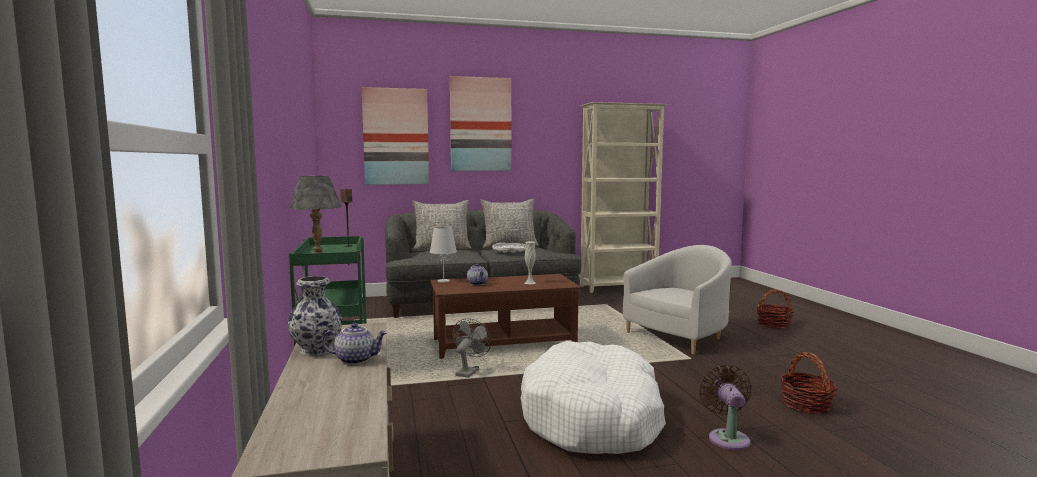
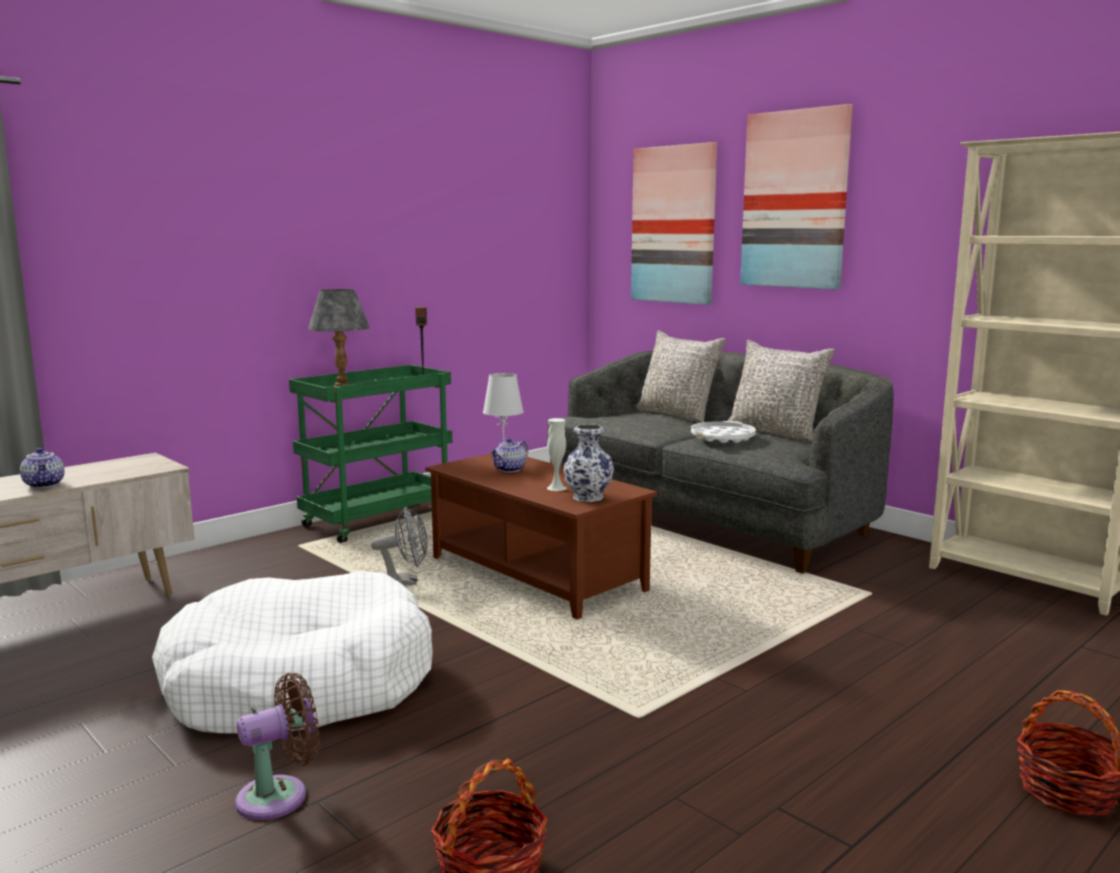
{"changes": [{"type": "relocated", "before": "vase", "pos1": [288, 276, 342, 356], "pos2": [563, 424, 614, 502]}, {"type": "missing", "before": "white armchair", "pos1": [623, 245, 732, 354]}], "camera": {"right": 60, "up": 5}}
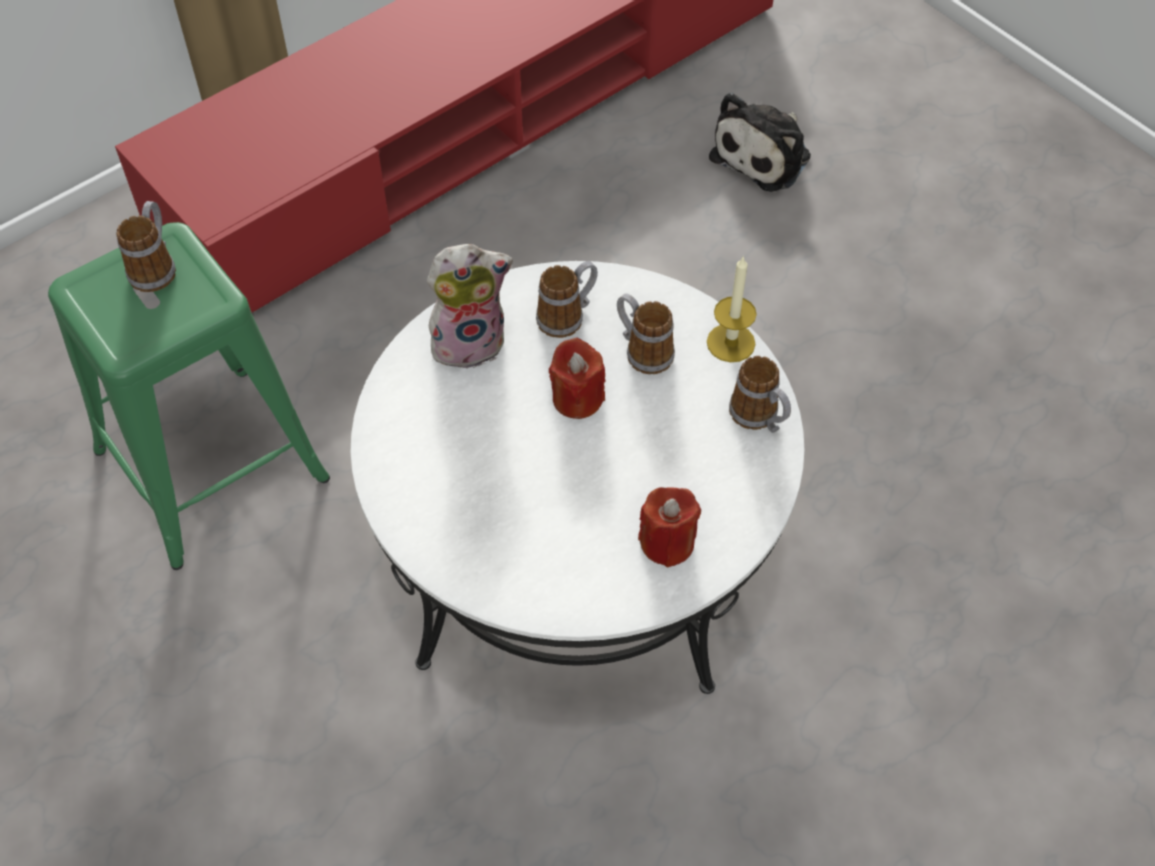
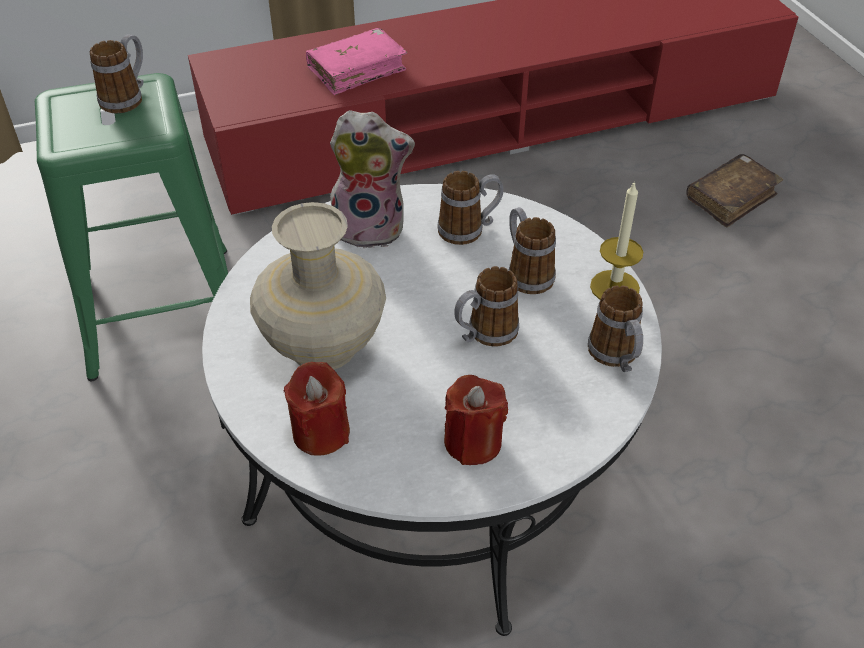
{"changes": [{"type": "appeared", "after": "beige vase", "pos2": [250, 202, 386, 370]}, {"type": "relocated", "before": "red candle", "pos1": [549, 338, 606, 419], "pos2": [283, 362, 350, 456]}, {"type": "appeared", "after": "pink book", "pos2": [306, 28, 407, 95]}, {"type": "appeared", "after": "mug", "pos2": [454, 266, 519, 346]}, {"type": "exchanged", "before": "plush toy", "after": "brown book", "pos1": [709, 93, 811, 192], "pos2": [686, 154, 783, 228]}], "camera": {"right": 20, "up": -10}}
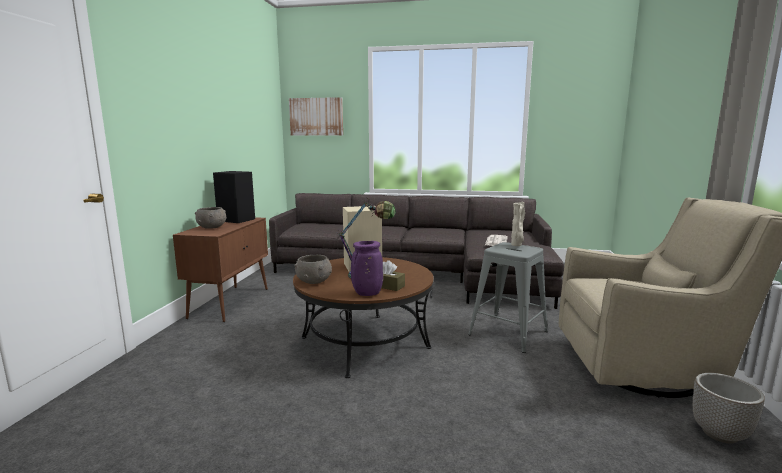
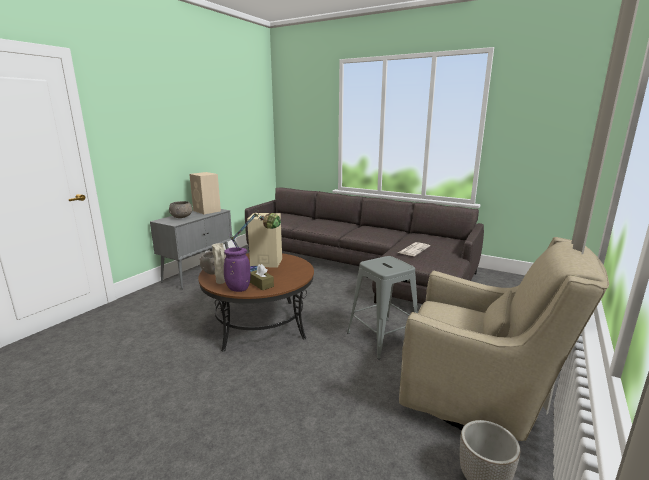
{"changes": [{"type": "colour", "before": "brown cabinet", "after": "grey cabinet", "pos1": [173, 217, 268, 322], "pos2": [150, 209, 232, 289]}, {"type": "colour", "before": "black speaker", "after": "beige speaker", "pos1": [213, 171, 255, 223], "pos2": [189, 172, 221, 214]}, {"type": "relocated", "before": "beige vase", "pos1": [511, 202, 525, 246], "pos2": [212, 243, 225, 284]}, {"type": "missing", "before": "picture", "pos1": [289, 97, 343, 136]}], "camera": {"right": 20, "up": 5}}
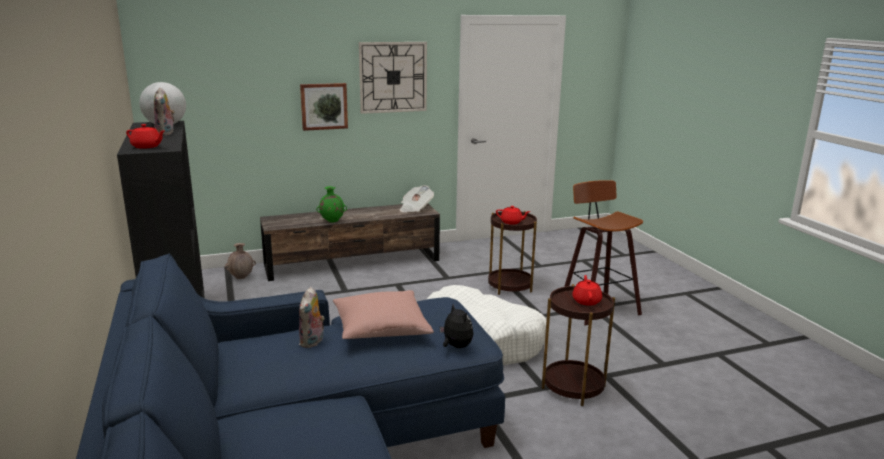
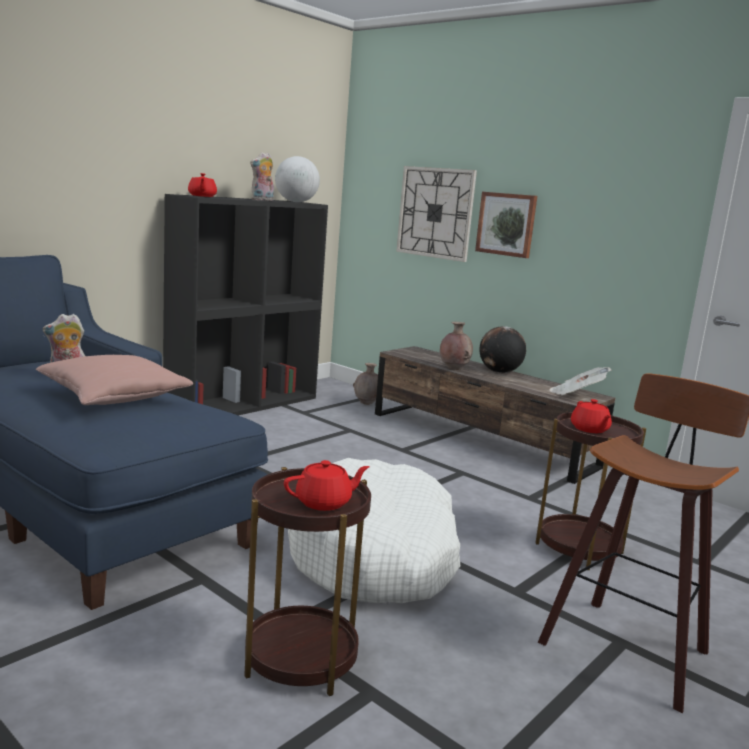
{"changes": [{"type": "relocated", "before": "wall clock", "pos1": [359, 42, 427, 114], "pos2": [396, 166, 477, 262]}, {"type": "colour", "before": "green vase", "after": "brown vase", "pos1": [316, 186, 347, 223], "pos2": [440, 322, 473, 370]}, {"type": "appeared", "after": "globe", "pos2": [479, 326, 526, 373]}, {"type": "missing", "before": "plush toy", "pos1": [440, 304, 473, 348]}], "camera": {"right": 60, "up": -5}}
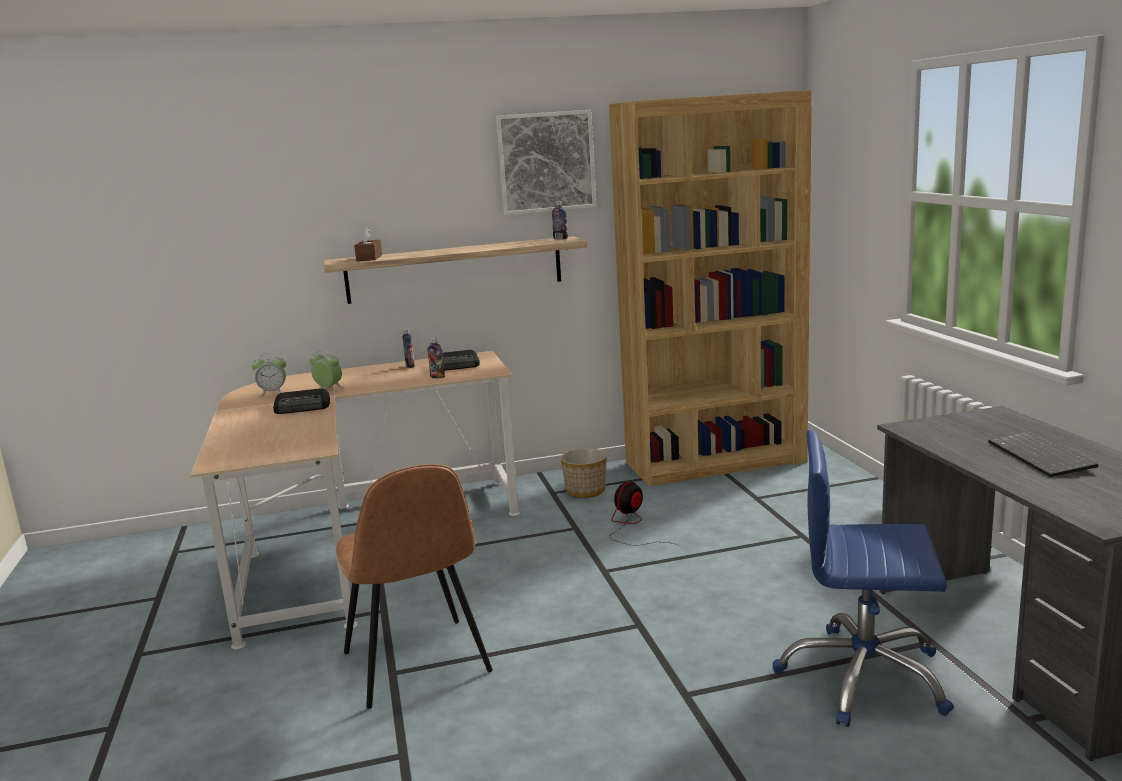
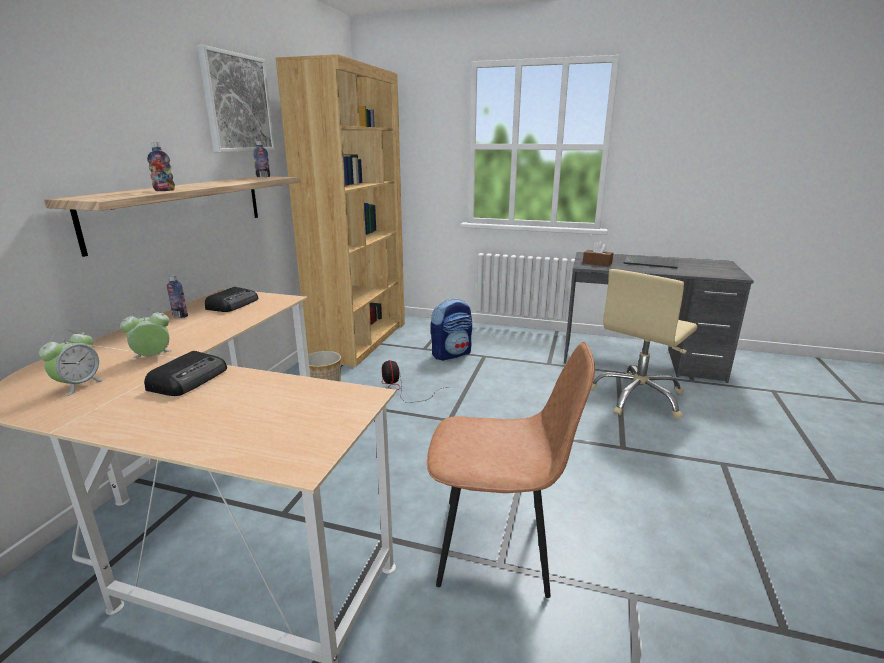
{"changes": [{"type": "relocated", "before": "bottle", "pos1": [427, 337, 445, 378], "pos2": [147, 142, 175, 191]}, {"type": "appeared", "after": "backpack", "pos2": [431, 298, 472, 360]}, {"type": "relocated", "before": "brown tissue box", "pos1": [354, 227, 382, 261], "pos2": [583, 241, 613, 266]}, {"type": "colour", "before": "blue office chair", "after": "beige office chair", "pos1": [773, 430, 954, 727], "pos2": [591, 269, 697, 419]}], "camera": {"right": -60, "up": 5}}
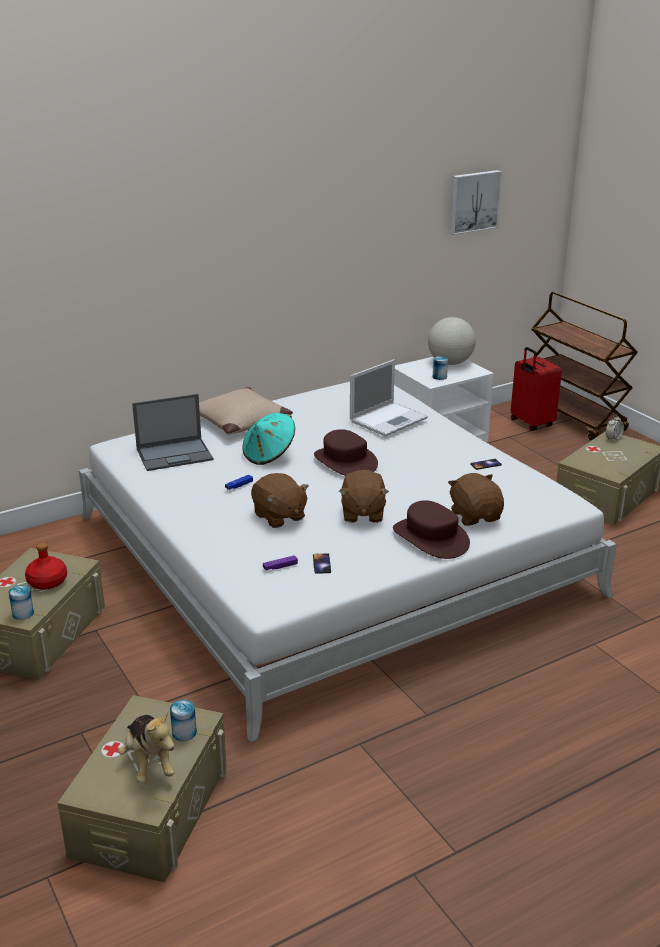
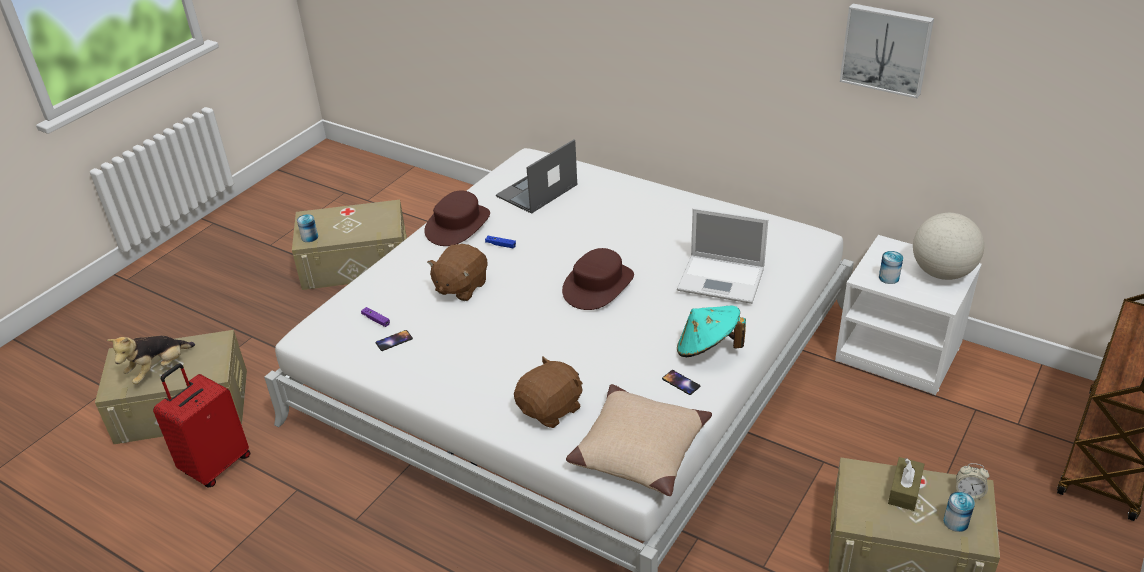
{"changes": [{"type": "relocated", "before": "red suitcase", "pos1": [511, 347, 562, 431], "pos2": [153, 364, 250, 487]}, {"type": "relocated", "before": "brown hat", "pos1": [393, 500, 470, 559], "pos2": [424, 190, 490, 246]}, {"type": "spun", "before": "laptop", "pos1": [132, 394, 213, 471], "pos2": [496, 139, 577, 214], "turn": 90}, {"type": "relocated", "before": "beige pillow", "pos1": [199, 387, 293, 434], "pos2": [566, 384, 712, 496]}, {"type": "relocated", "before": "turquoise hat", "pos1": [242, 413, 295, 465], "pos2": [677, 306, 746, 357]}, {"type": "relocated", "before": "picture", "pos1": [449, 170, 502, 235], "pos2": [840, 4, 934, 98]}, {"type": "appeared", "after": "brown tissue box", "pos2": [888, 457, 925, 511]}, {"type": "relocated", "before": "can", "pos1": [170, 700, 197, 741], "pos2": [943, 492, 975, 532]}, {"type": "missing", "before": "red bottle", "pos1": [25, 542, 67, 589]}, {"type": "missing", "before": "brown plush toy", "pos1": [339, 470, 389, 523]}], "camera": {"right": 65, "up": 10}}
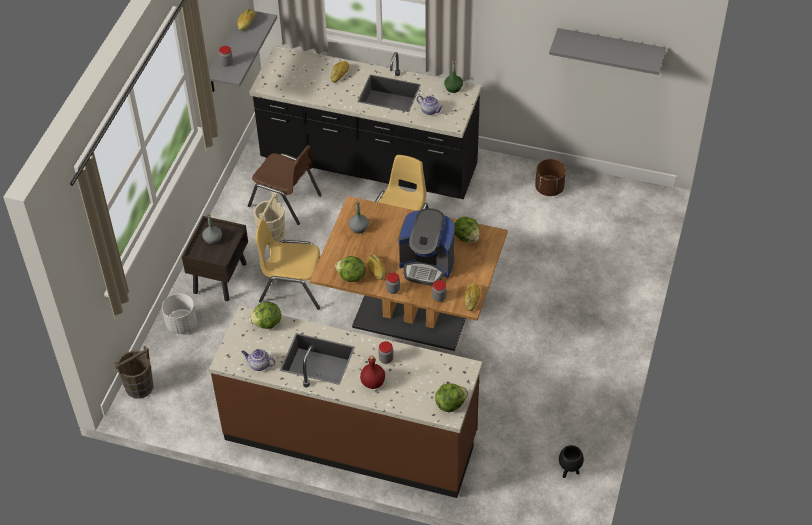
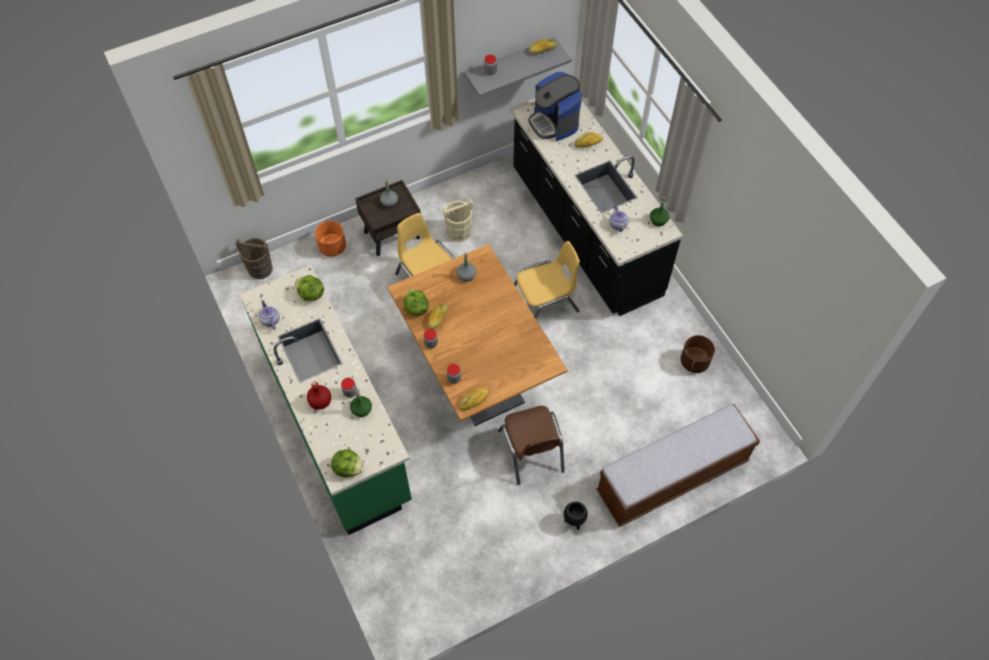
{"changes": [{"type": "colour", "before": "brown counter", "after": "green counter", "pos1": [209, 306, 482, 498], "pos2": [240, 265, 412, 535]}, {"type": "colour", "before": "white planter", "after": "orange planter", "pos1": [162, 293, 197, 334], "pos2": [315, 221, 346, 257]}, {"type": "appeared", "after": "green bottle", "pos2": [350, 390, 372, 417]}, {"type": "relocated", "before": "brown chair", "pos1": [248, 145, 322, 225], "pos2": [498, 406, 565, 485]}, {"type": "relocated", "before": "coffee machine", "pos1": [398, 208, 455, 285], "pos2": [528, 72, 582, 141]}, {"type": "relocated", "before": "black planter", "pos1": [559, 445, 584, 478], "pos2": [564, 501, 587, 530]}, {"type": "appeared", "after": "bench", "pos2": [596, 404, 760, 527]}, {"type": "missing", "before": "lettuce", "pos1": [454, 216, 480, 242]}, {"type": "missing", "before": "grey shelf", "pos1": [549, 28, 666, 75]}], "camera": {"right": 45, "up": 10}}
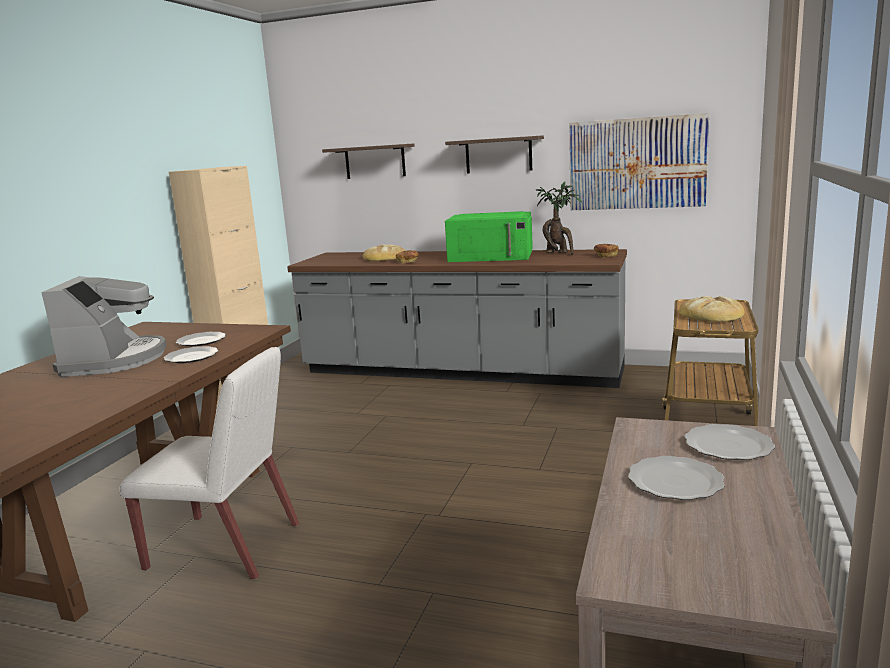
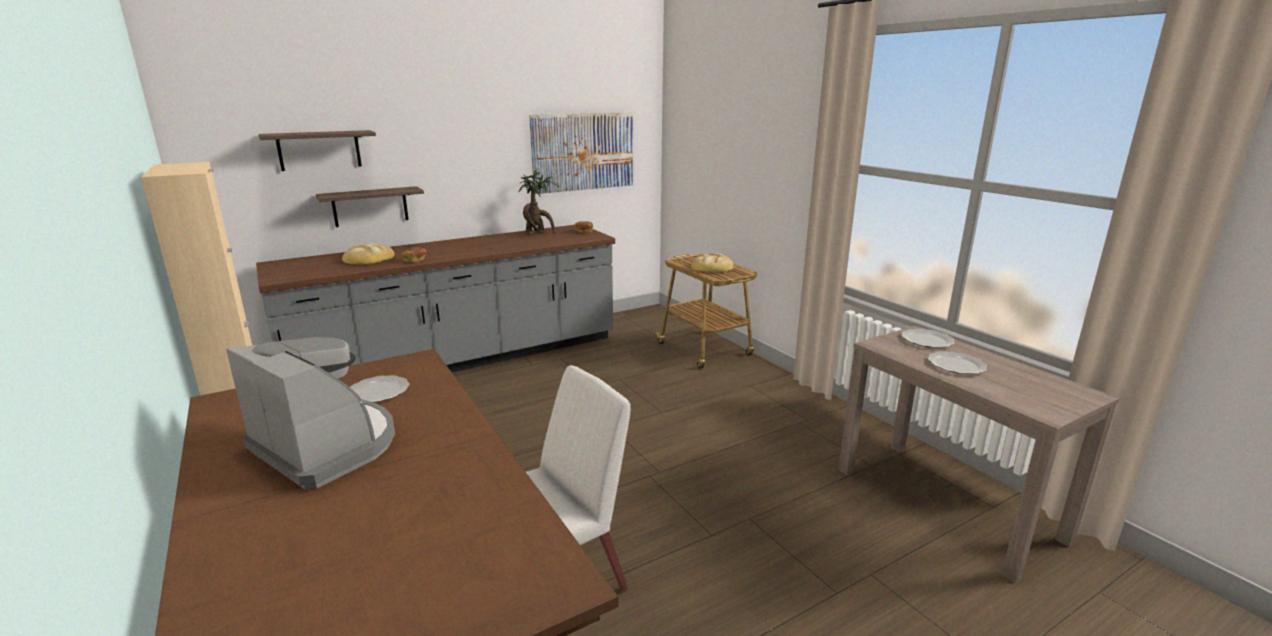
{"changes": [{"type": "relocated", "before": "shelf", "pos1": [445, 135, 544, 174], "pos2": [316, 186, 424, 227]}, {"type": "missing", "before": "plate", "pos1": [164, 346, 218, 363]}, {"type": "missing", "before": "green microwave", "pos1": [445, 211, 533, 262]}], "camera": {"right": -50, "up": 5}}
